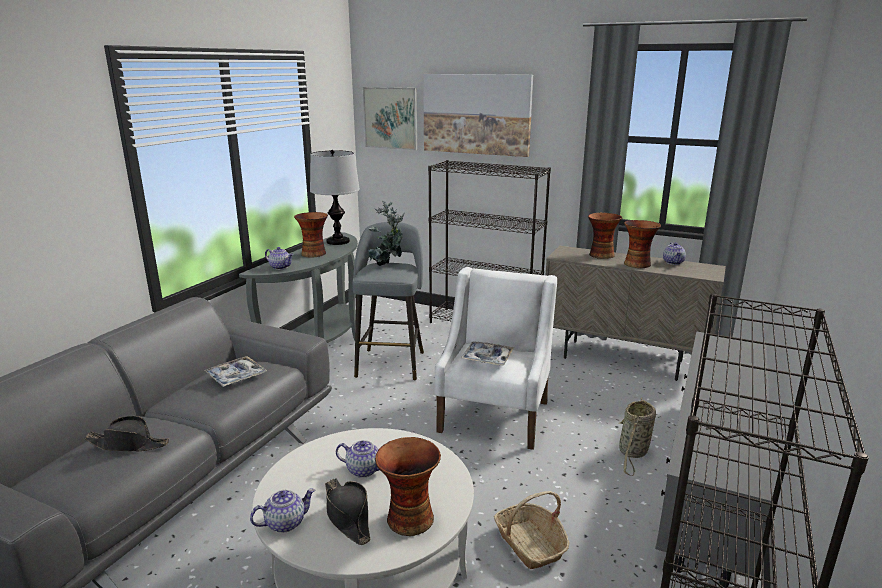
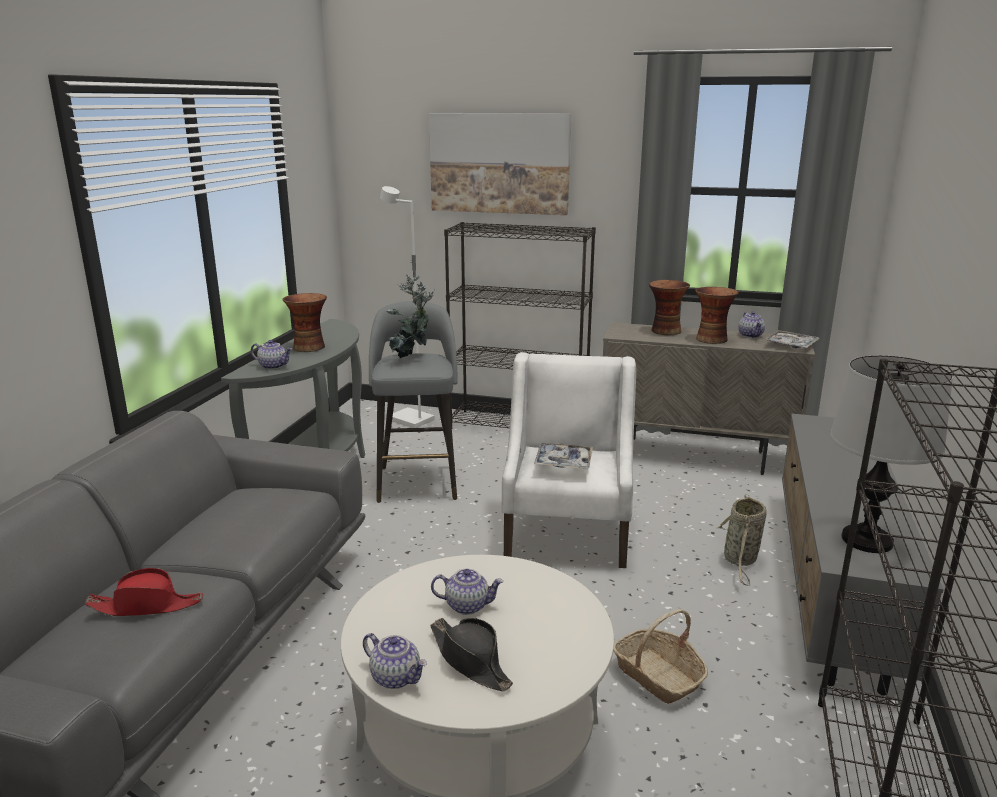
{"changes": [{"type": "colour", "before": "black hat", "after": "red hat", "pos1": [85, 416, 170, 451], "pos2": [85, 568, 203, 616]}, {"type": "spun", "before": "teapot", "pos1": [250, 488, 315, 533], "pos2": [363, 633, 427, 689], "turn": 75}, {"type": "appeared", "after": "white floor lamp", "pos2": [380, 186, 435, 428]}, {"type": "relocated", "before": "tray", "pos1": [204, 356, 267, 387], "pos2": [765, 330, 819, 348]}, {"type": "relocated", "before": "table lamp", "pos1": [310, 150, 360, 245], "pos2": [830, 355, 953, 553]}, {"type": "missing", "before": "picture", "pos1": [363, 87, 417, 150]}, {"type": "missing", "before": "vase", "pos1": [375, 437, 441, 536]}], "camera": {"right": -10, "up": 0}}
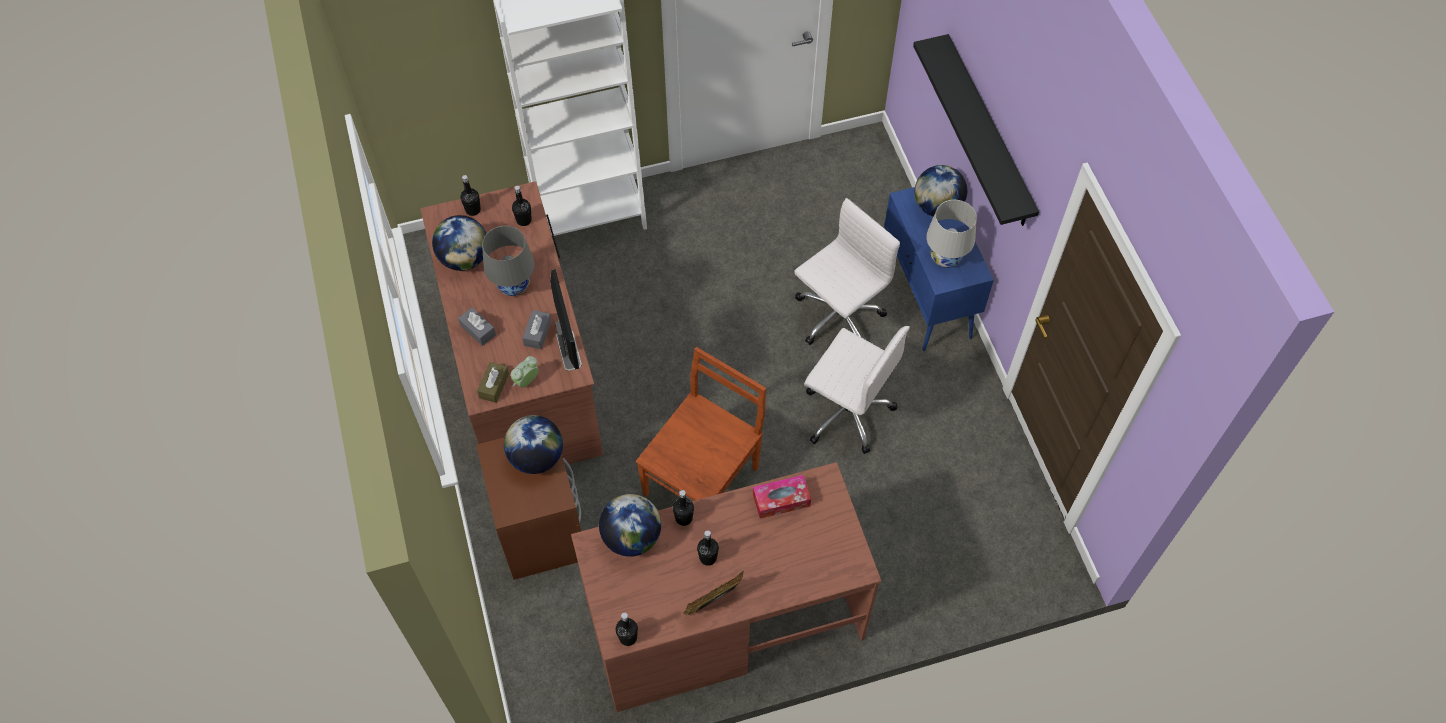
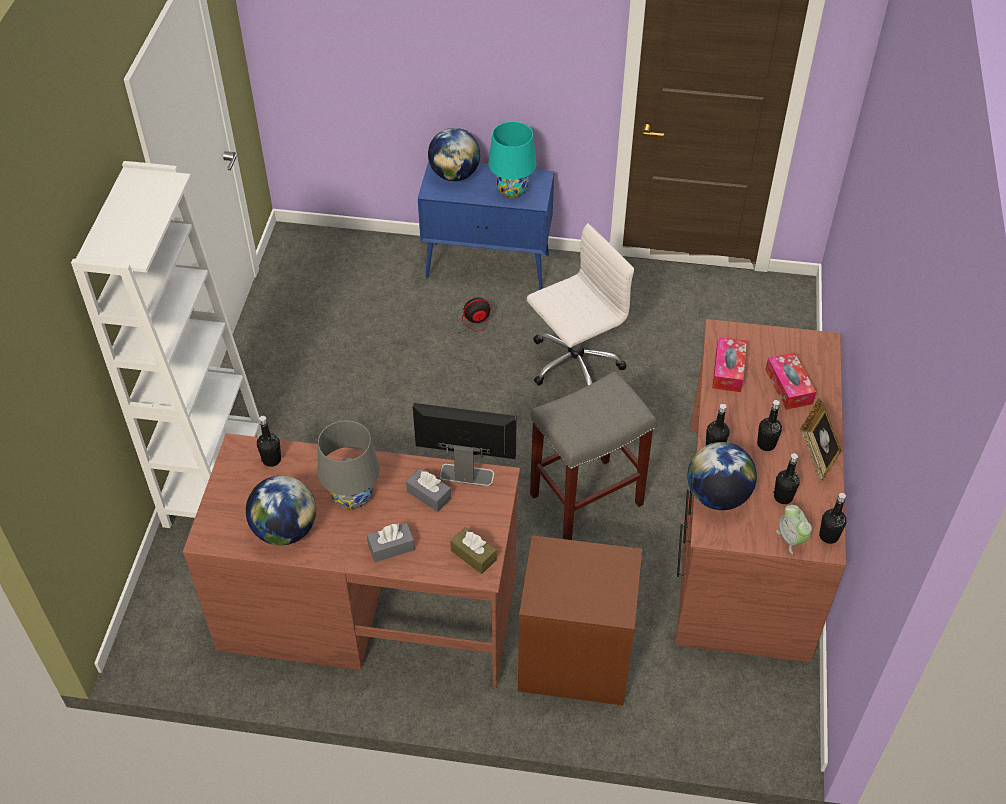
{"changes": [{"type": "exchanged", "before": "white office chair", "after": "fan", "pos1": [794, 198, 900, 345], "pos2": [443, 298, 491, 372]}, {"type": "colour", "before": "white table lamp", "after": "turquoise table lamp", "pos1": [926, 200, 977, 268], "pos2": [488, 121, 537, 198]}, {"type": "exchanged", "before": "brown chair", "after": "grey stool", "pos1": [636, 347, 766, 501], "pos2": [530, 371, 656, 540]}, {"type": "appeared", "after": "tissue box", "pos2": [765, 352, 816, 410]}, {"type": "relocated", "before": "black bottle", "pos1": [460, 175, 481, 216], "pos2": [774, 453, 800, 504]}, {"type": "relocated", "before": "alarm clock", "pos1": [511, 356, 539, 388], "pos2": [776, 505, 812, 554]}, {"type": "missing", "before": "globe", "pos1": [504, 415, 563, 474]}, {"type": "missing", "before": "black shelf", "pos1": [913, 34, 1039, 226]}], "camera": {"right": -65, "up": -10}}
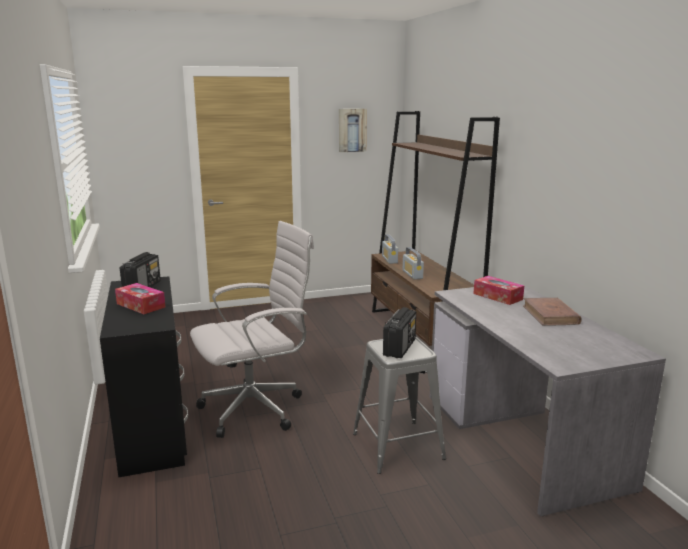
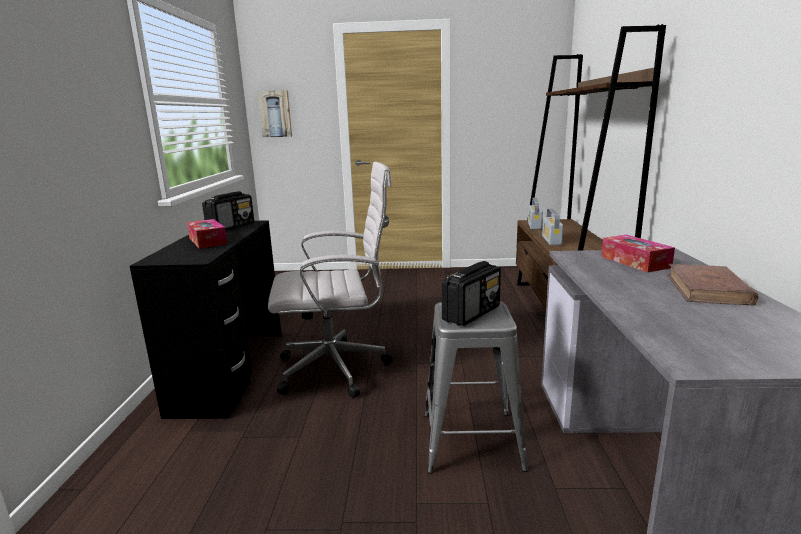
{"changes": [{"type": "relocated", "before": "picture", "pos1": [339, 109, 367, 152], "pos2": [257, 90, 292, 137]}], "camera": {"right": 20, "up": 0}}
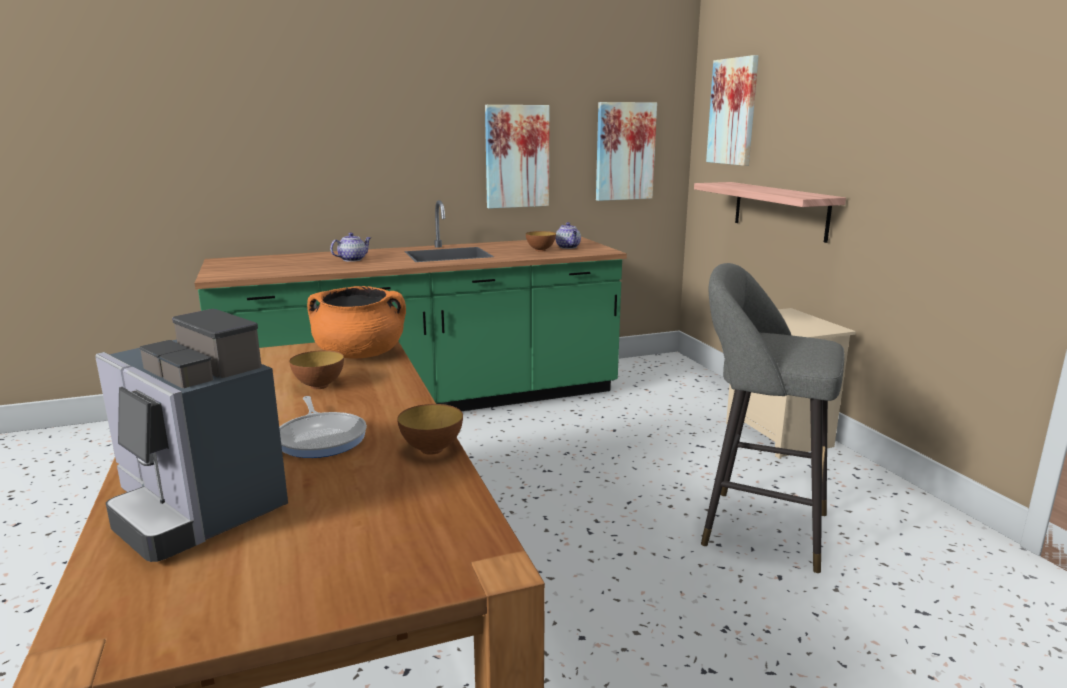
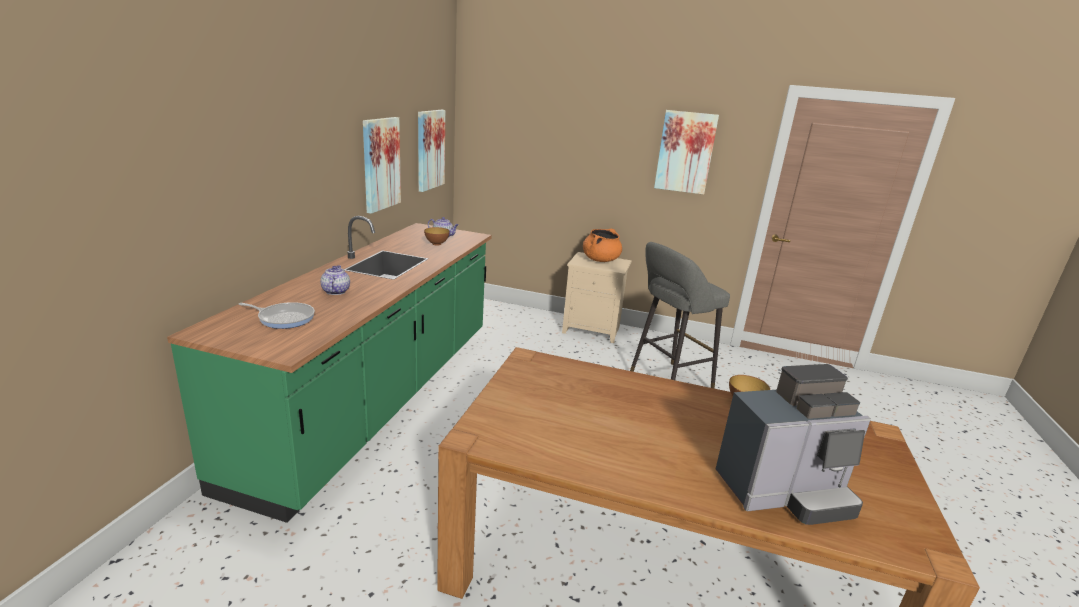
{"changes": [{"type": "relocated", "before": "frying pan", "pos1": [279, 396, 367, 458], "pos2": [239, 302, 315, 329]}, {"type": "relocated", "before": "orange cooking pot", "pos1": [307, 286, 406, 358], "pos2": [583, 229, 622, 262]}, {"type": "relocated", "before": "picture", "pos1": [706, 55, 759, 166], "pos2": [654, 110, 719, 195]}, {"type": "missing", "before": "bowl", "pos1": [289, 350, 344, 389]}, {"type": "missing", "before": "shelf", "pos1": [694, 182, 846, 243]}], "camera": {"right": -55, "up": 5}}
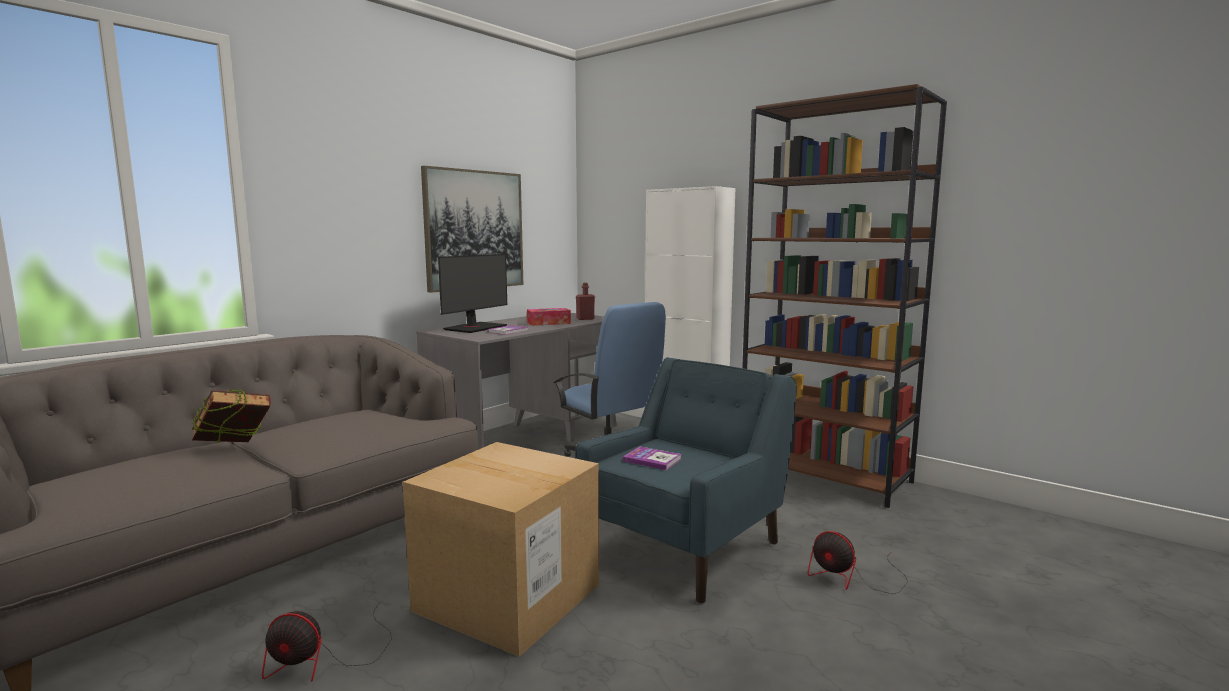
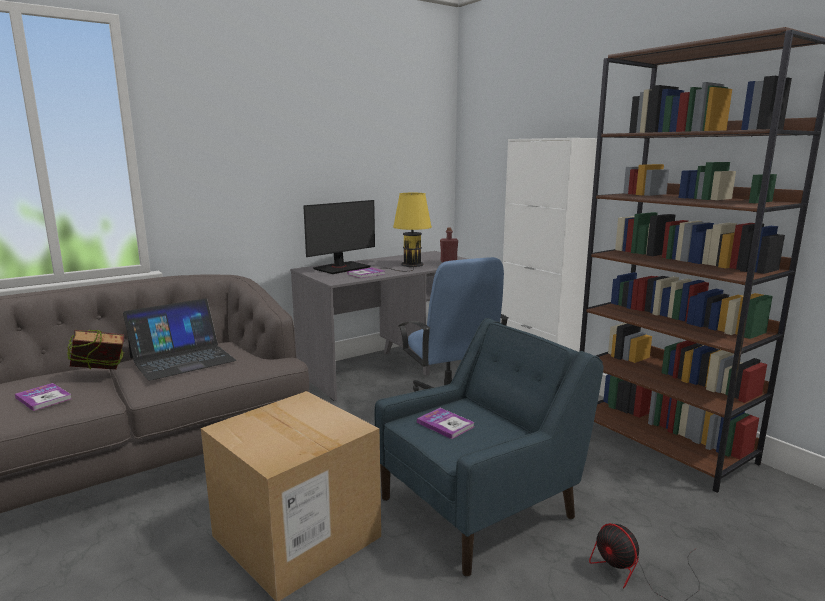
{"changes": [{"type": "appeared", "after": "book", "pos2": [15, 383, 72, 411]}, {"type": "appeared", "after": "laptop", "pos2": [123, 298, 236, 381]}, {"type": "exchanged", "before": "tissue box", "after": "yellow table lamp", "pos1": [527, 308, 571, 326], "pos2": [381, 193, 432, 271]}, {"type": "missing", "before": "fan", "pos1": [262, 604, 392, 682]}, {"type": "missing", "before": "picture", "pos1": [421, 166, 523, 293]}], "camera": {"right": 15, "up": 5}}
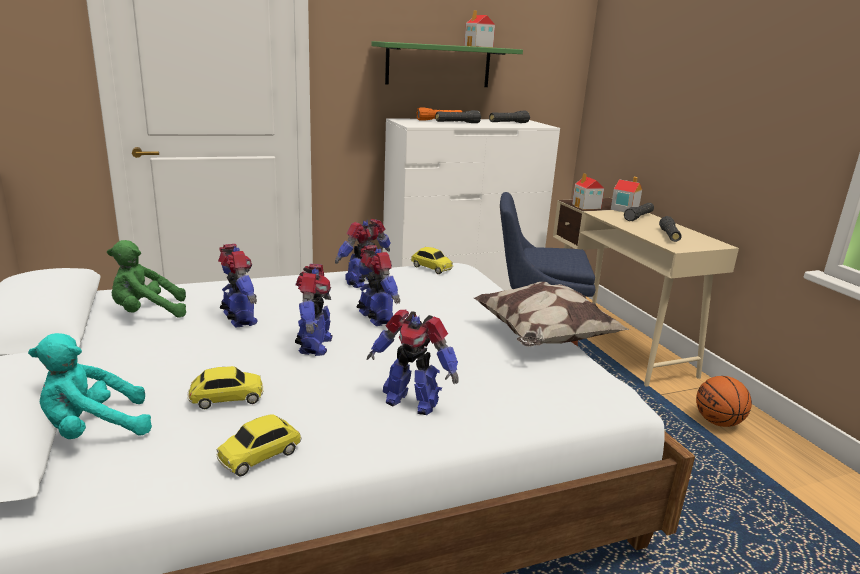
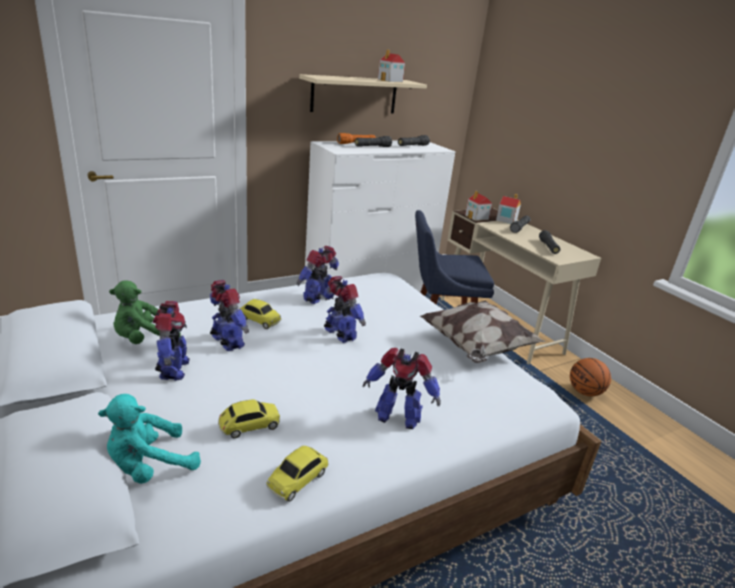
{"changes": [{"type": "relocated", "before": "toy robot", "pos1": [295, 264, 333, 356], "pos2": [153, 301, 190, 381]}, {"type": "relocated", "before": "toy car", "pos1": [411, 247, 453, 274], "pos2": [240, 299, 281, 329]}, {"type": "colour", "before": "green shelf", "after": "beige shelf", "pos1": [372, 41, 523, 87], "pos2": [299, 74, 427, 113]}], "camera": {"right": -10, "up": 5}}
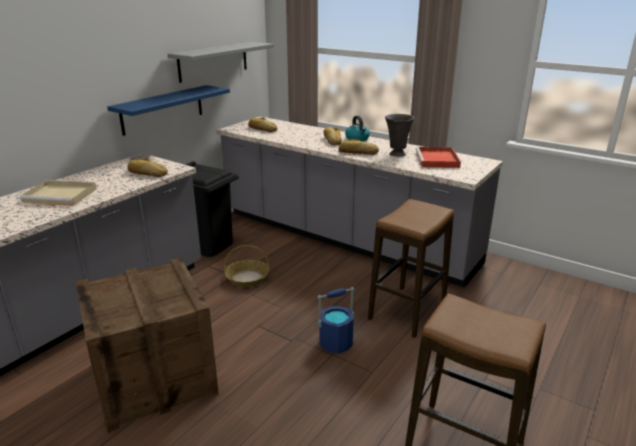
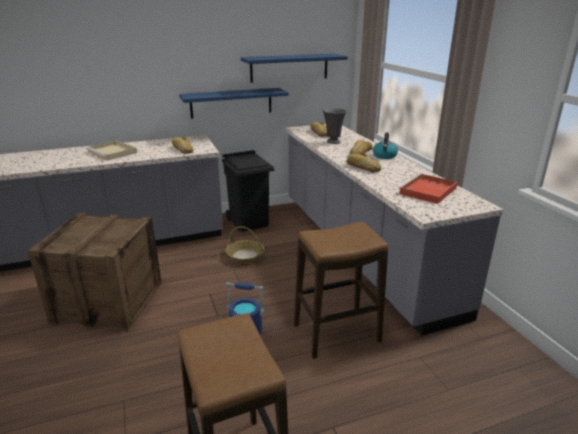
{"changes": [{"type": "colour", "before": "grey shelf", "after": "blue shelf", "pos1": [167, 42, 274, 83], "pos2": [241, 54, 348, 83]}, {"type": "relocated", "before": "grey vase", "pos1": [385, 114, 414, 157], "pos2": [323, 108, 347, 144]}], "camera": {"right": 35, "up": 0}}
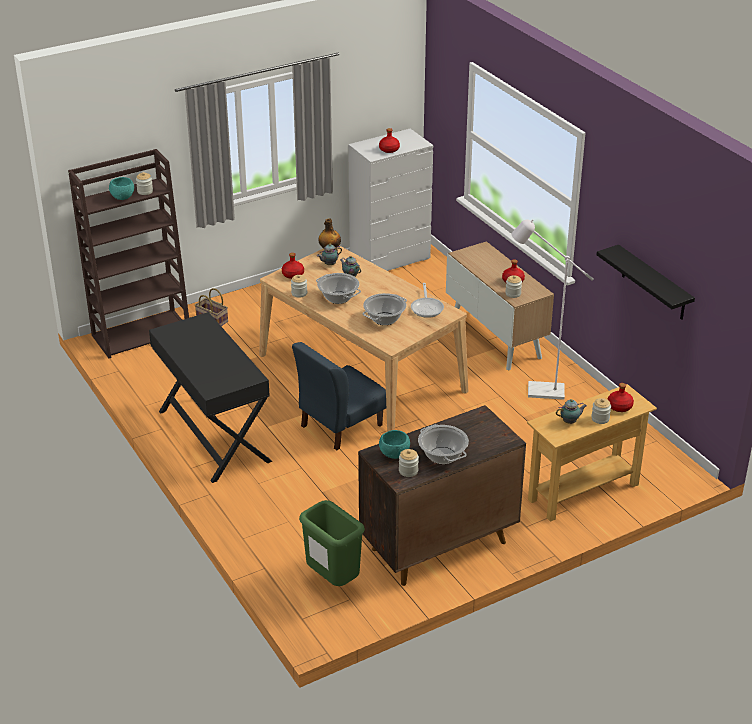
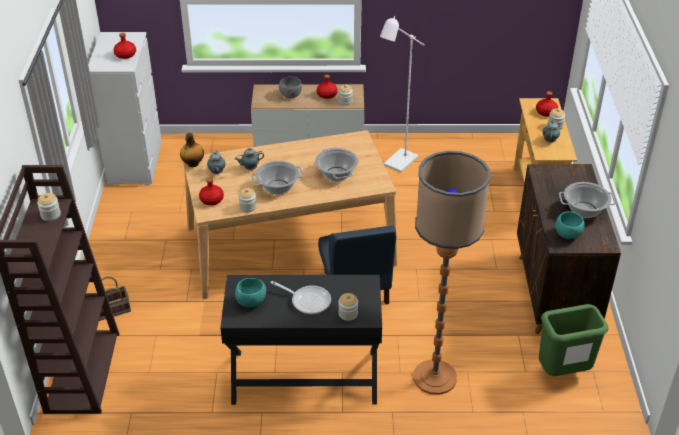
{"changes": [{"type": "relocated", "before": "turquoise bowl", "pos1": [109, 177, 134, 200], "pos2": [235, 278, 266, 307]}, {"type": "relocated", "before": "frying pan", "pos1": [411, 283, 444, 318], "pos2": [270, 281, 331, 314]}, {"type": "appeared", "after": "grey bowl", "pos2": [279, 76, 302, 98]}, {"type": "relocated", "before": "jar", "pos1": [399, 449, 419, 477], "pos2": [338, 293, 358, 321]}, {"type": "appeared", "after": "floor lamp", "pos2": [413, 151, 491, 395]}, {"type": "missing", "before": "black shelf", "pos1": [597, 245, 695, 320]}], "camera": {"right": -60, "up": 5}}
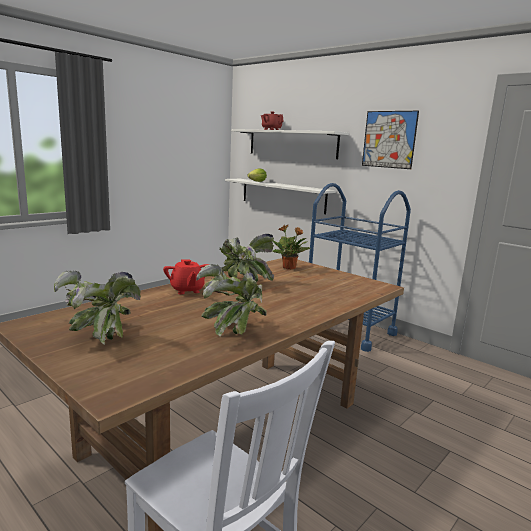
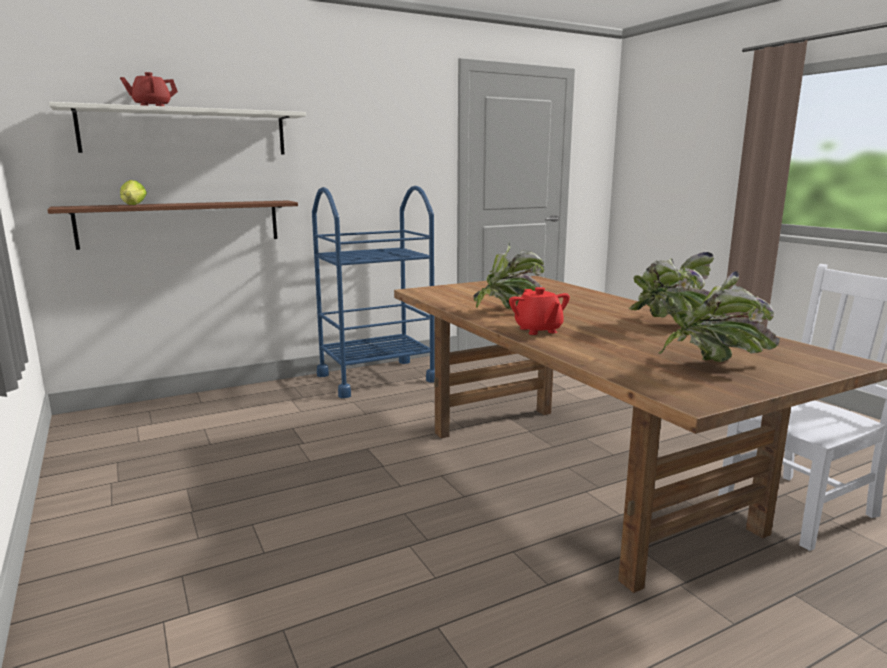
{"changes": [{"type": "colour", "before": "white shelf", "after": "brown shelf", "pos1": [225, 179, 336, 214], "pos2": [47, 201, 298, 250]}, {"type": "spun", "before": "red teapot", "pos1": [163, 259, 209, 294], "pos2": [509, 287, 570, 335], "turn": 75}, {"type": "missing", "before": "potted plant", "pos1": [272, 224, 310, 270]}, {"type": "missing", "before": "picture", "pos1": [362, 111, 419, 169]}], "camera": {"right": -70, "up": 0}}
